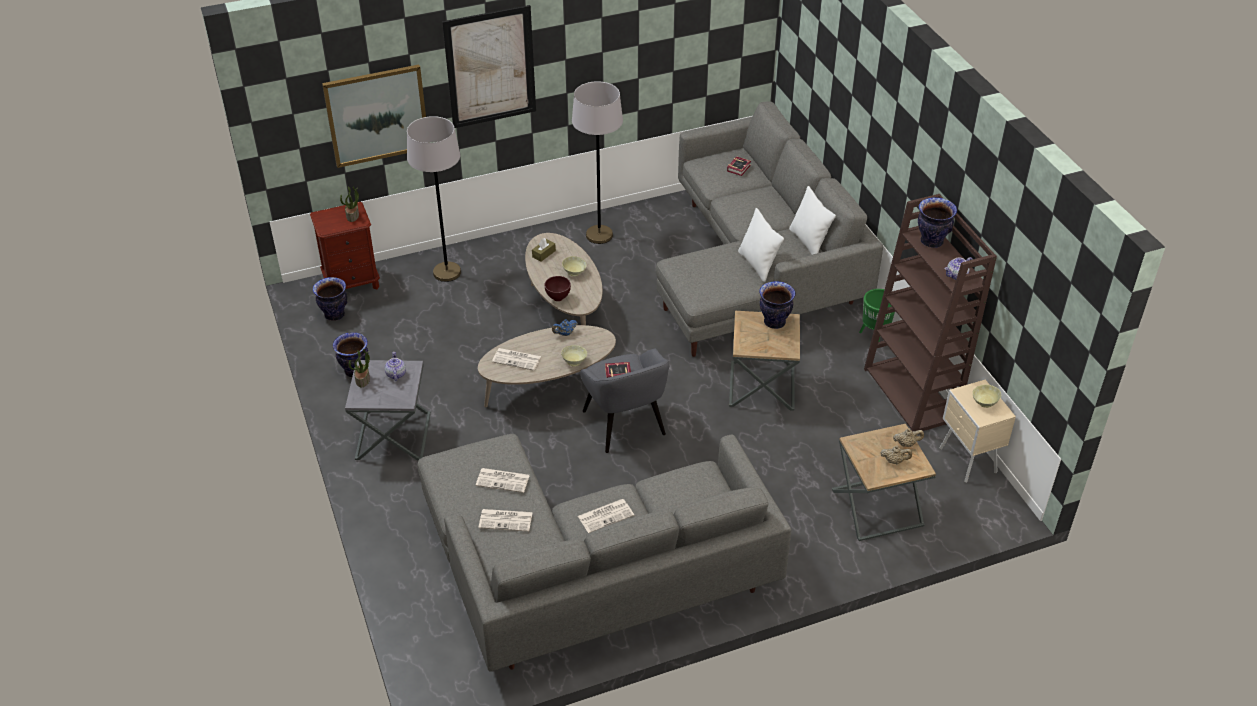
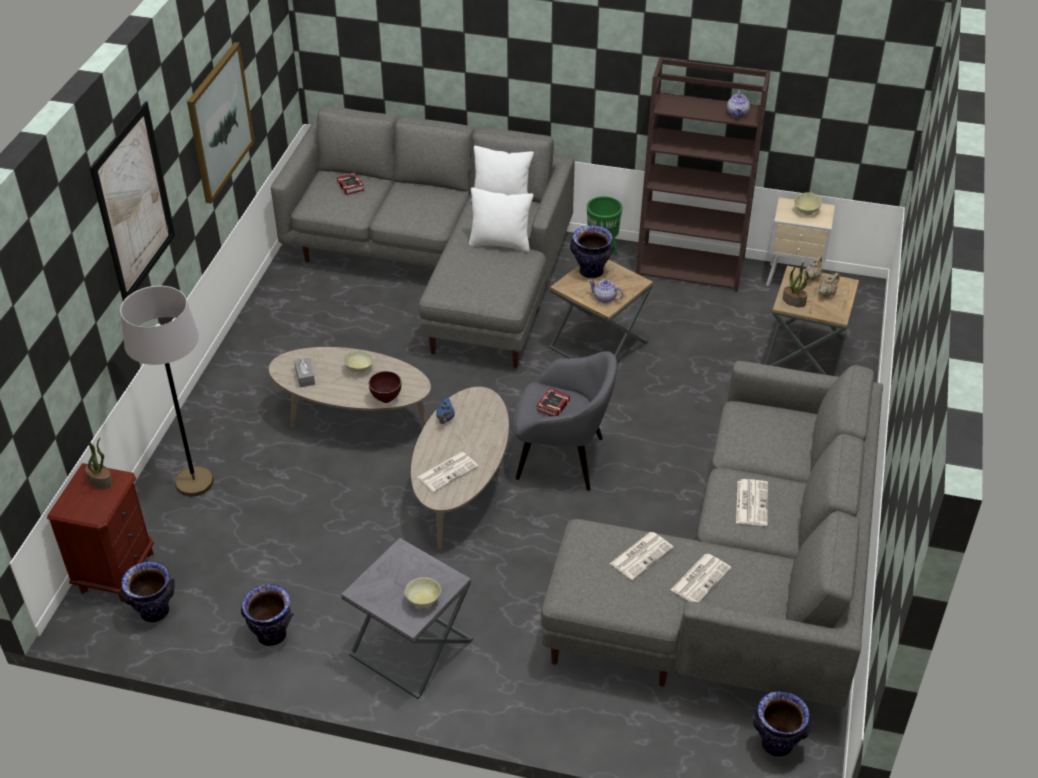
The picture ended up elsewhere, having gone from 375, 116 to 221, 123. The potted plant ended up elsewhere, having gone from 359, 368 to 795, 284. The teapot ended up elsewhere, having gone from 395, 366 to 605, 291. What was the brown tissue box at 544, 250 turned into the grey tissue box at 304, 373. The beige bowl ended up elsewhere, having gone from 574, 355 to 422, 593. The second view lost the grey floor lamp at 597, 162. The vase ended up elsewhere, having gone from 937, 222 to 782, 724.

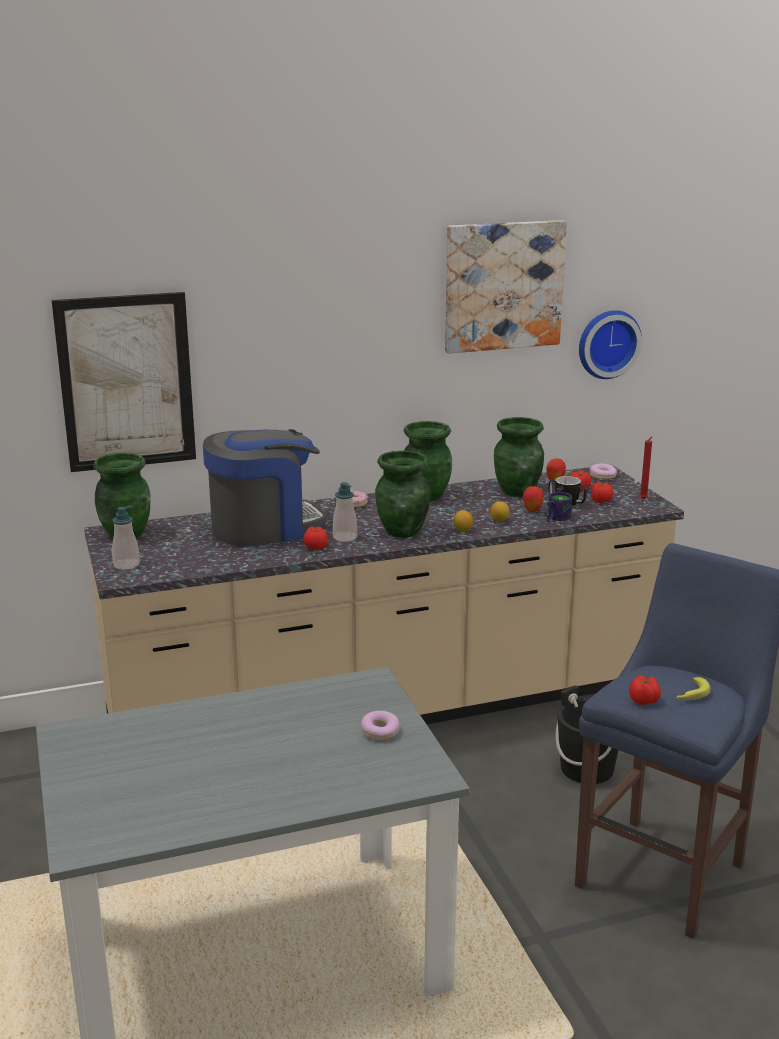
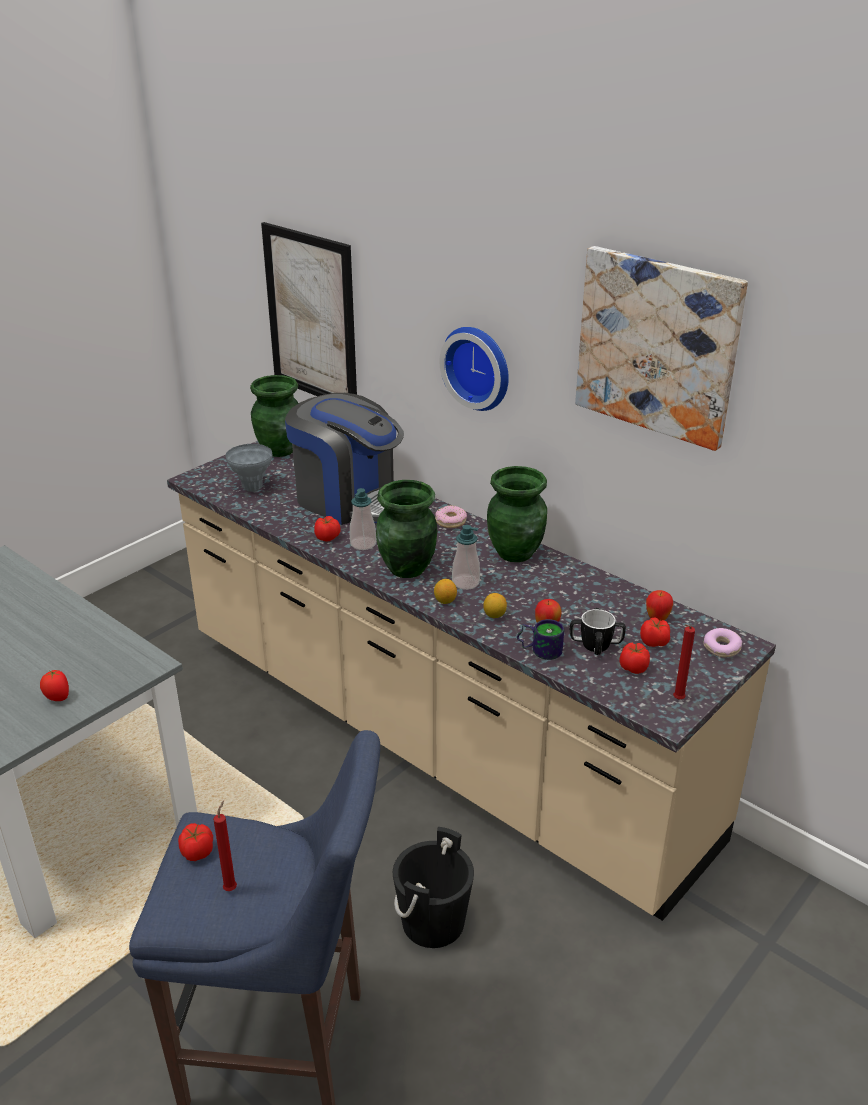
The soap dispenser ended up elsewhere, having gone from 126, 537 to 466, 557. Where the donut stood at 380, 725, the tomato came to stand at 54, 685. The second view lost the green vase at 519, 457. The wall clock ended up elsewhere, having gone from 610, 344 to 474, 369. Where the banana stood at 693, 688, the red candle came to stand at 225, 846. The second view gained the grey vase at 249, 468.

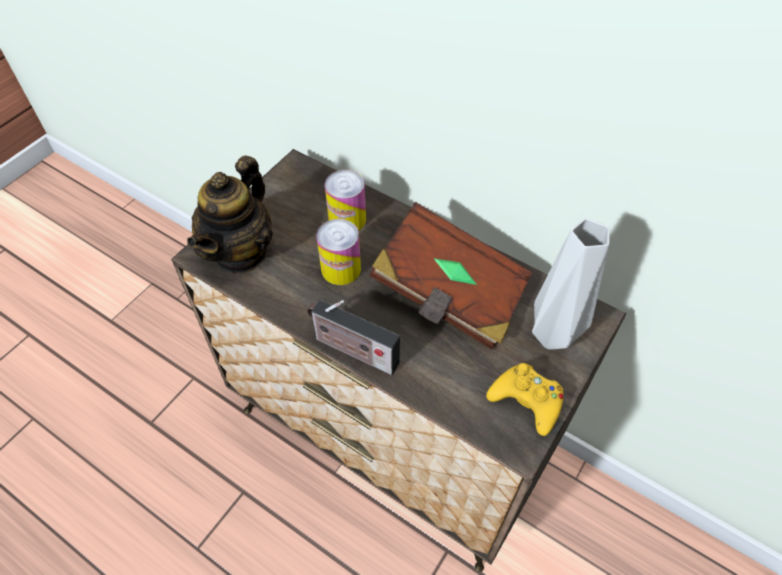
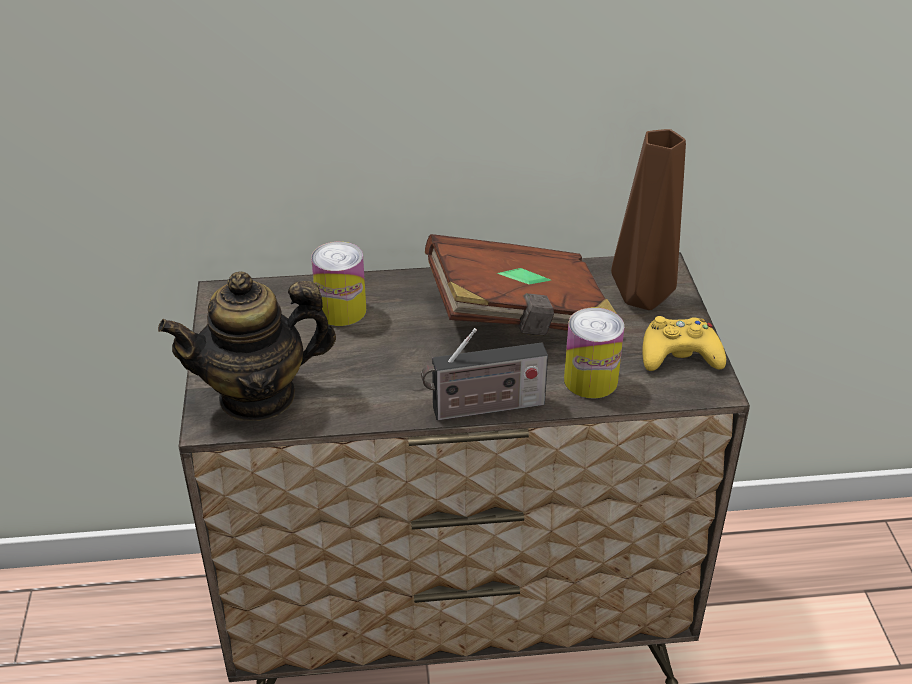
The teapot at 230, 215 ended up facing another way, 90 degrees clockwise from before. The can ended up elsewhere, having gone from 339, 252 to 594, 353. What was the grey vase at 570, 284 turned into the brown vase at 648, 219.

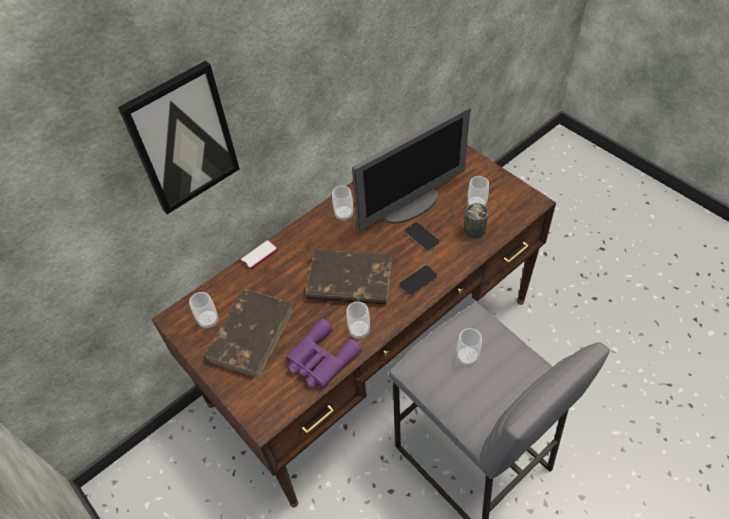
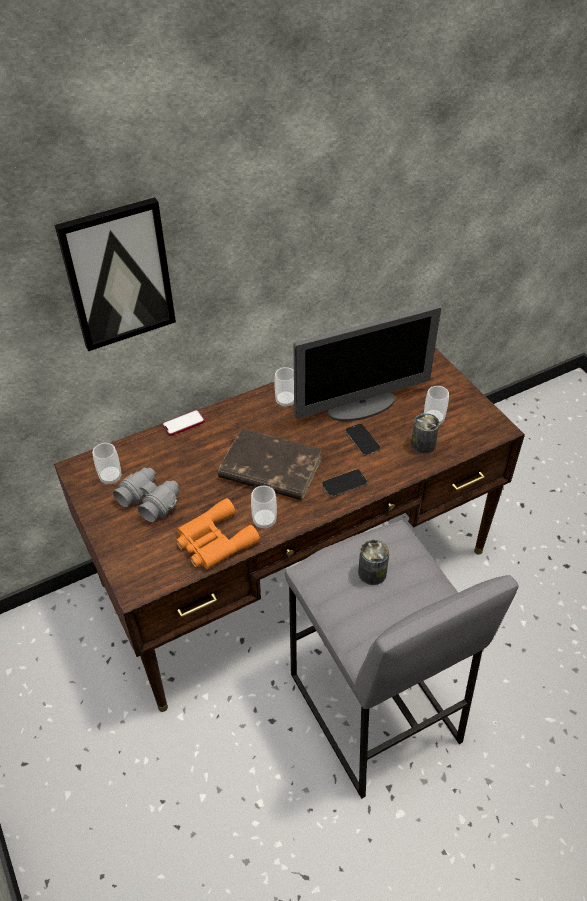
Where the brown book stood at 248, 334, the grey binoculars came to stand at 146, 495. What was the purple binoculars at 324, 354 turned into the orange binoculars at 218, 533. Where the cup stood at 469, 347, the can came to stand at 374, 562.

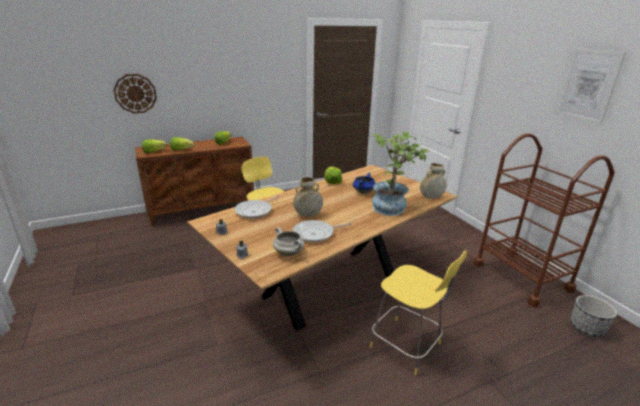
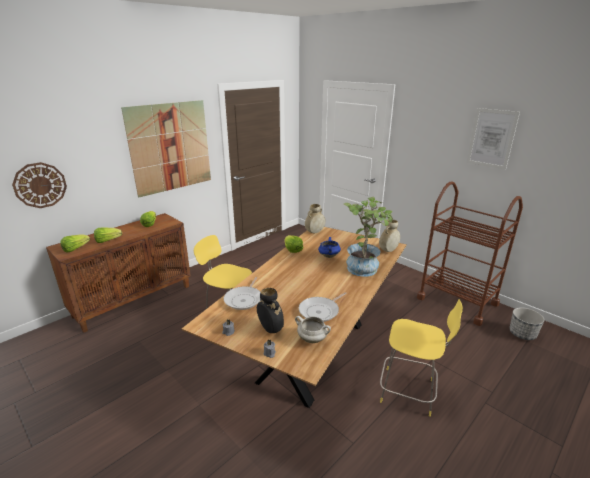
The beige vase ended up elsewhere, having gone from 308, 197 to 315, 218. The second view gained the picture at 166, 149. The second view gained the black vase at 270, 310.

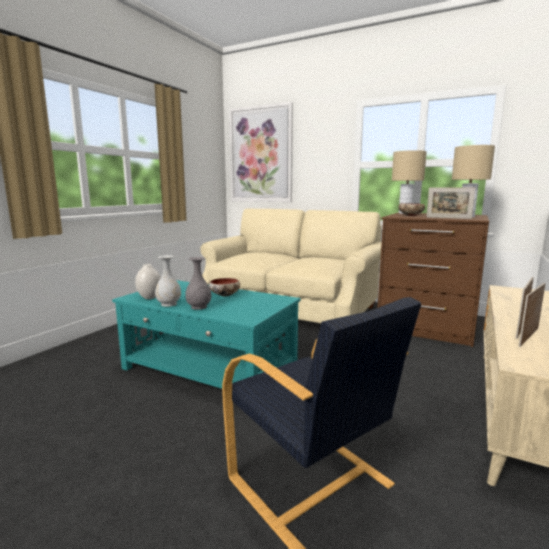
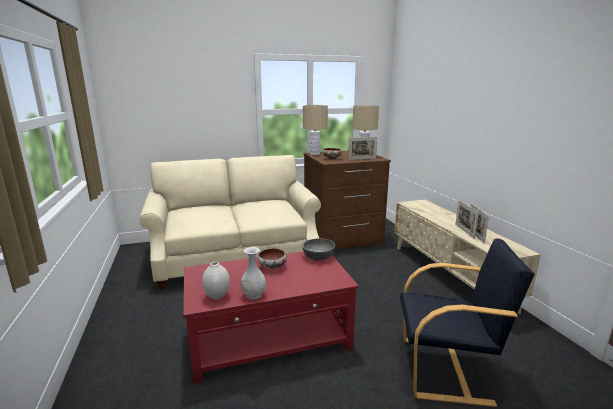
What was the turquoise coffee table at 206, 334 turned into the red coffee table at 271, 317. The second view lost the grey vase at 198, 283. The second view lost the picture at 261, 152. The second view gained the grey bowl at 318, 249.

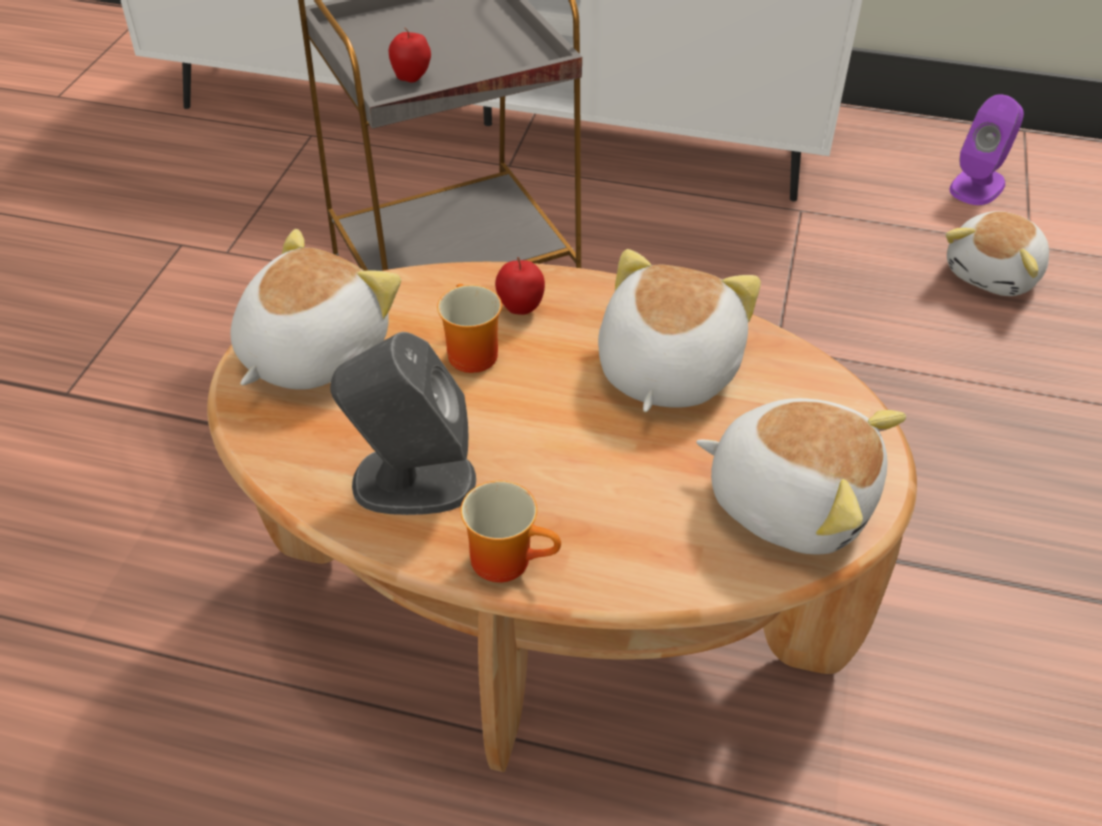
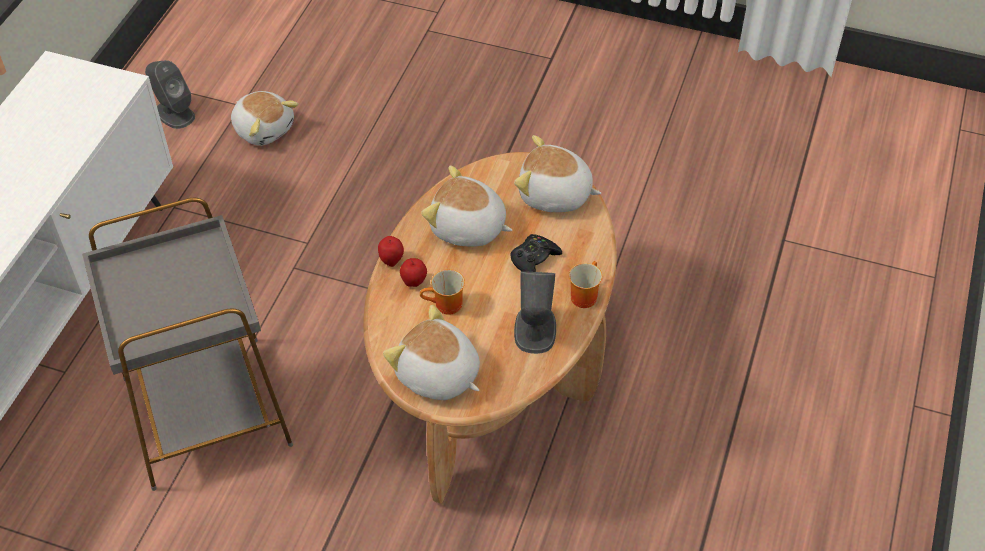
The apple ended up elsewhere, having gone from 410, 55 to 391, 251. The plush toy at 801, 476 ended up facing another way, 105 degrees counterclockwise from before. What was the purple speaker at 987, 149 turned into the grey speaker at 170, 94. The second view gained the black game controller at 536, 253.

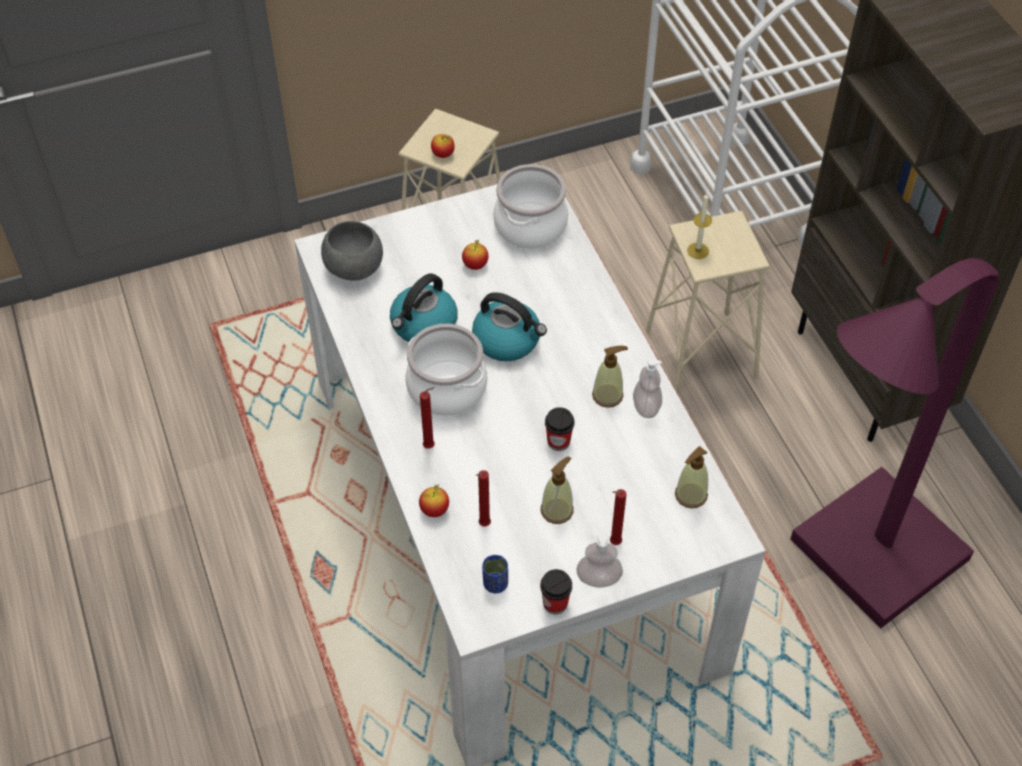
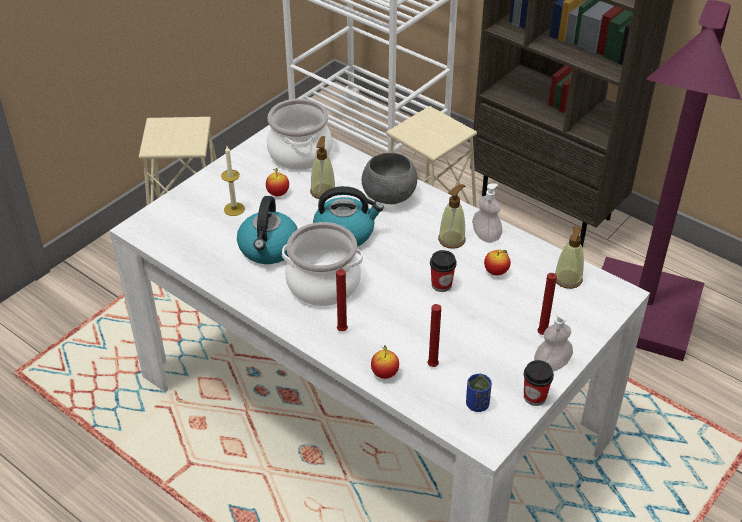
The grey bowl ended up elsewhere, having gone from 352, 251 to 389, 178. The apple ended up elsewhere, having gone from 443, 146 to 497, 263. The soap dispenser ended up elsewhere, having gone from 557, 490 to 322, 167. The candle ended up elsewhere, having gone from 699, 226 to 233, 181.

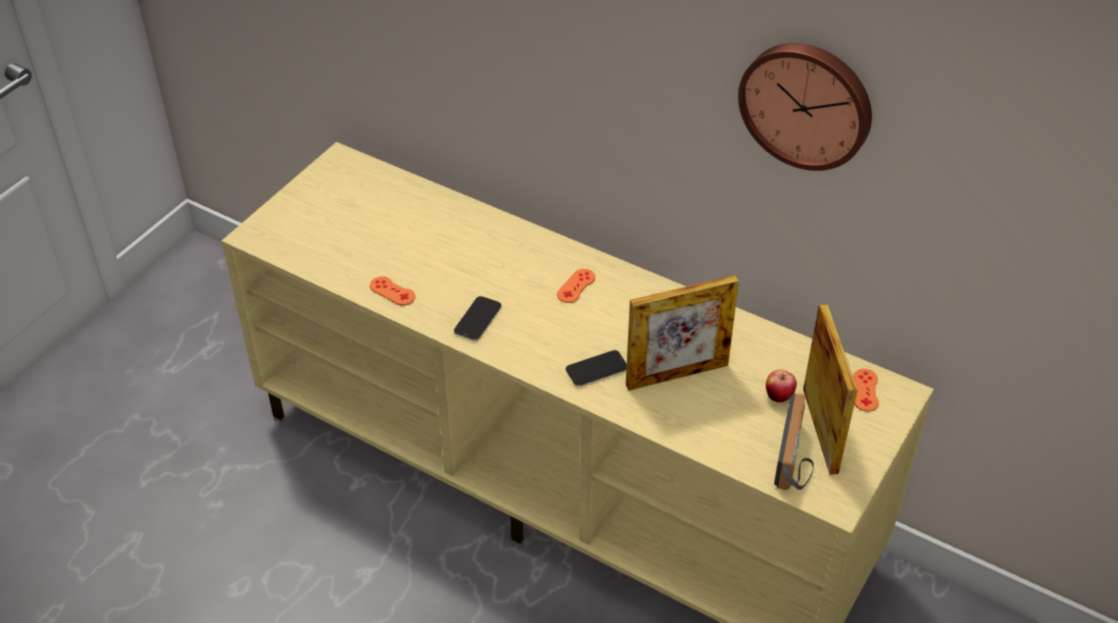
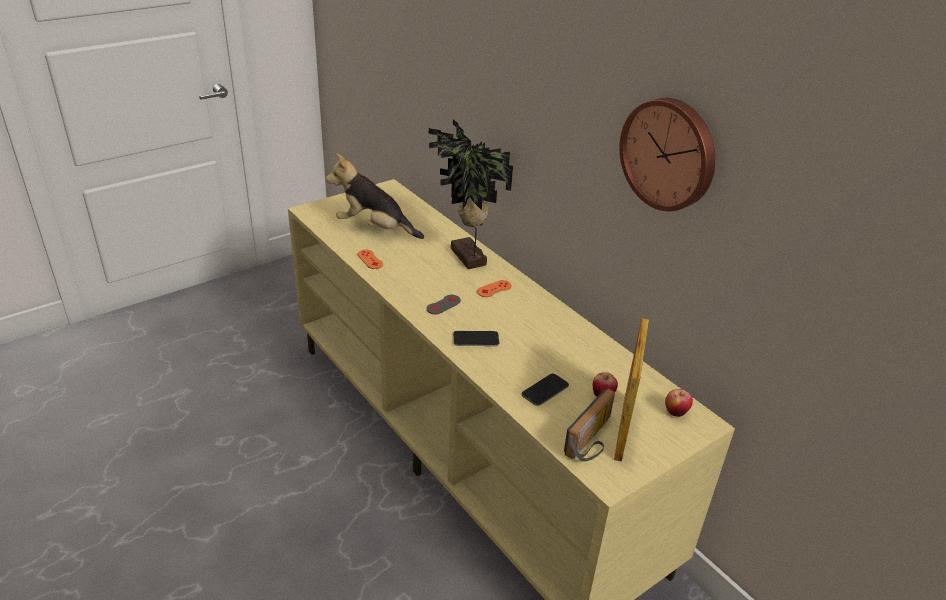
The phone ended up elsewhere, having gone from 477, 318 to 545, 389. The second view lost the picture frame at 682, 333. Where the orange game controller stood at 866, 390, the apple came to stand at 679, 403. The second view gained the plush toy at 375, 196. The second view gained the grey game controller at 443, 304. The second view gained the potted plant at 471, 194.

